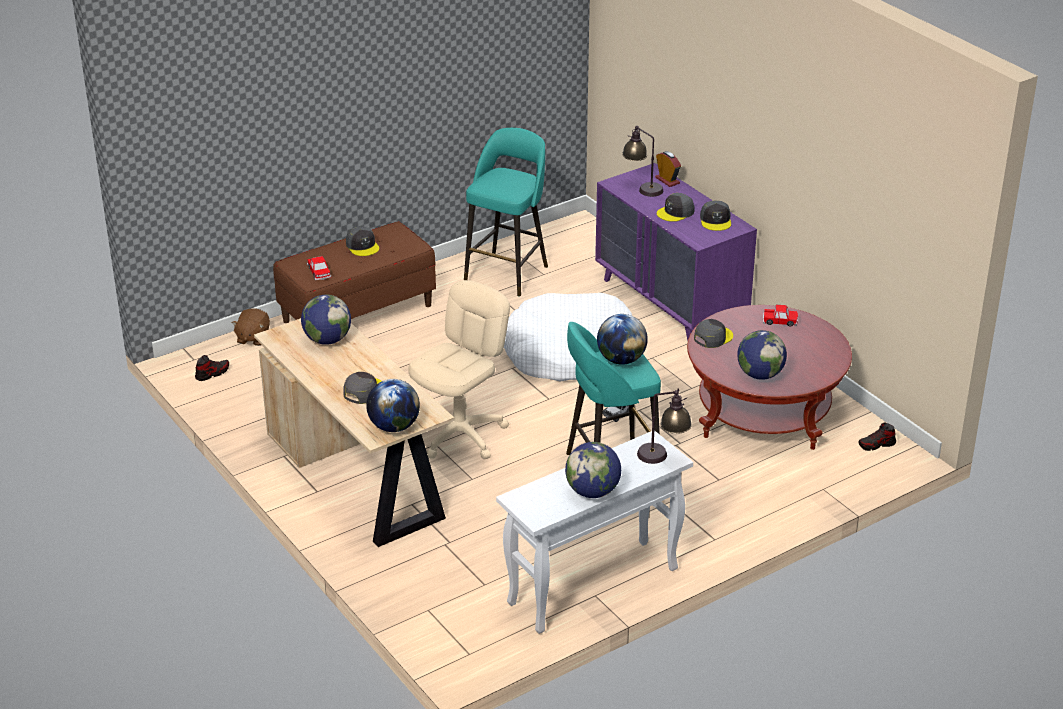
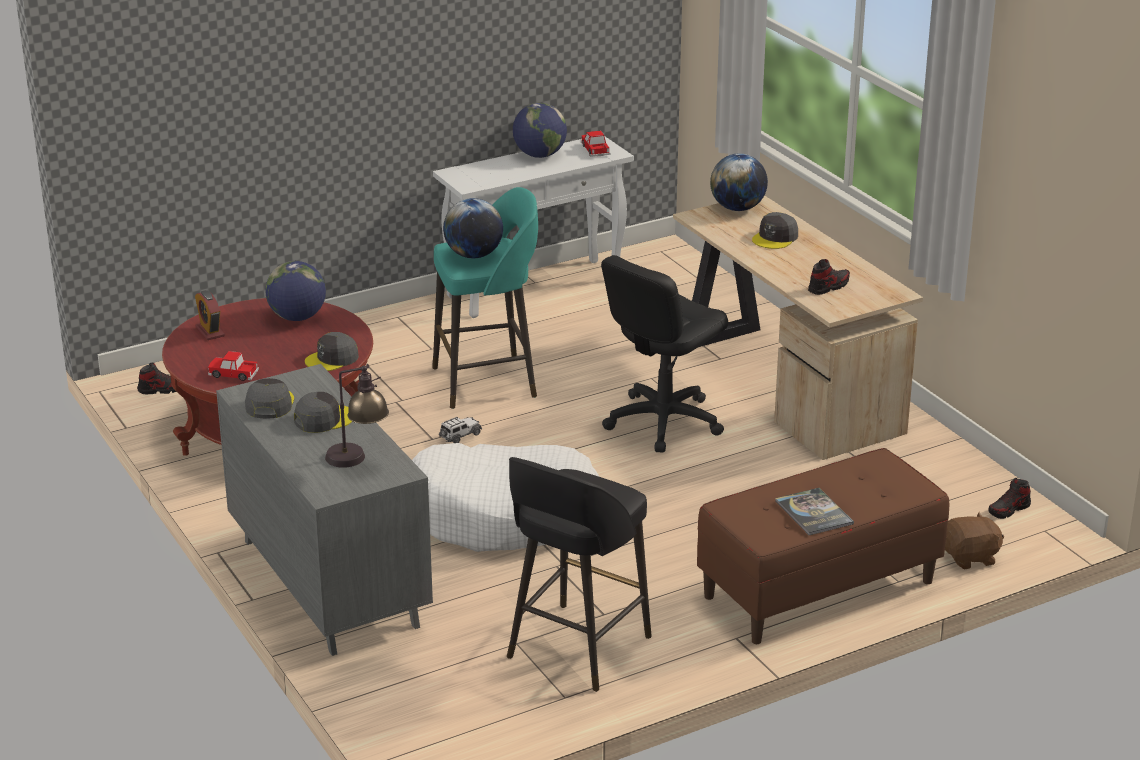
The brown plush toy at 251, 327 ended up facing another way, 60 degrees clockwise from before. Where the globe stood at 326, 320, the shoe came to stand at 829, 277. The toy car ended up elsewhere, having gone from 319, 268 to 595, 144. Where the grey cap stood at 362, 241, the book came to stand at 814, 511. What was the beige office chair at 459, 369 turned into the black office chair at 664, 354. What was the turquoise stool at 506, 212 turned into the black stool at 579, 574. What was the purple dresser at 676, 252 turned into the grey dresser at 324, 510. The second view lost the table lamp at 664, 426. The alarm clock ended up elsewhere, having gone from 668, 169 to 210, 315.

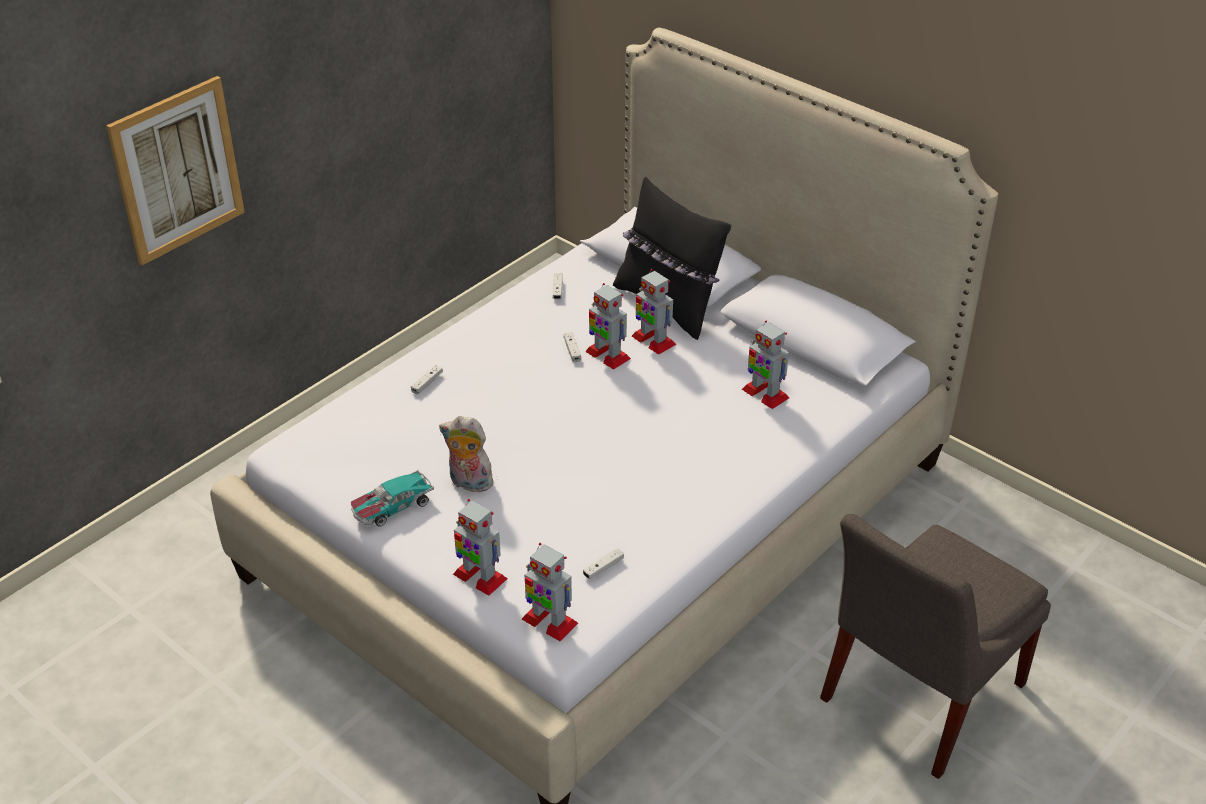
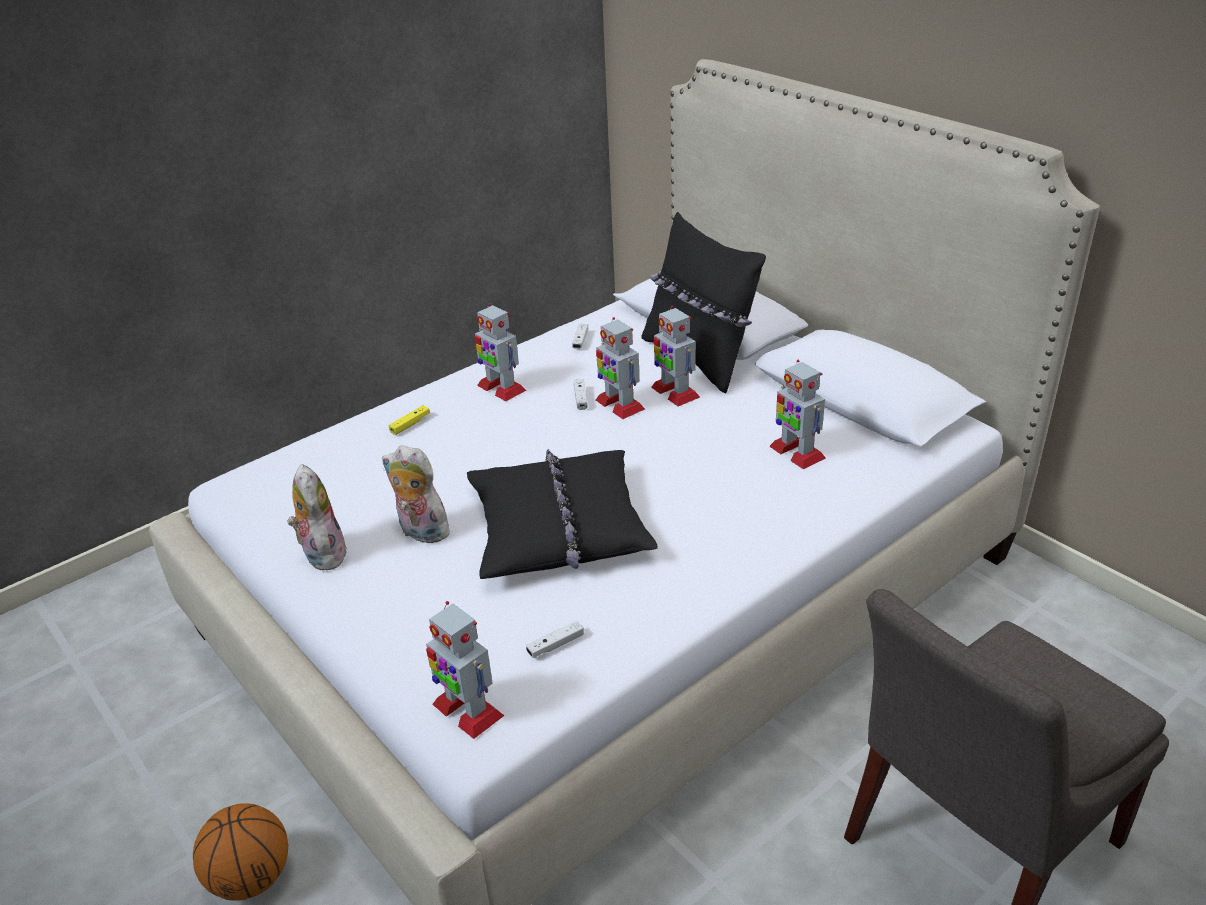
The second view lost the picture at 175, 170. Where the toy car stood at 392, 498, the plush toy came to stand at 317, 517. What was the white game controller at 427, 380 turned into the yellow game controller at 409, 420. The toy robot ended up elsewhere, having gone from 480, 547 to 500, 352. The second view gained the basketball at 240, 852. The second view gained the black pillow at 562, 514.

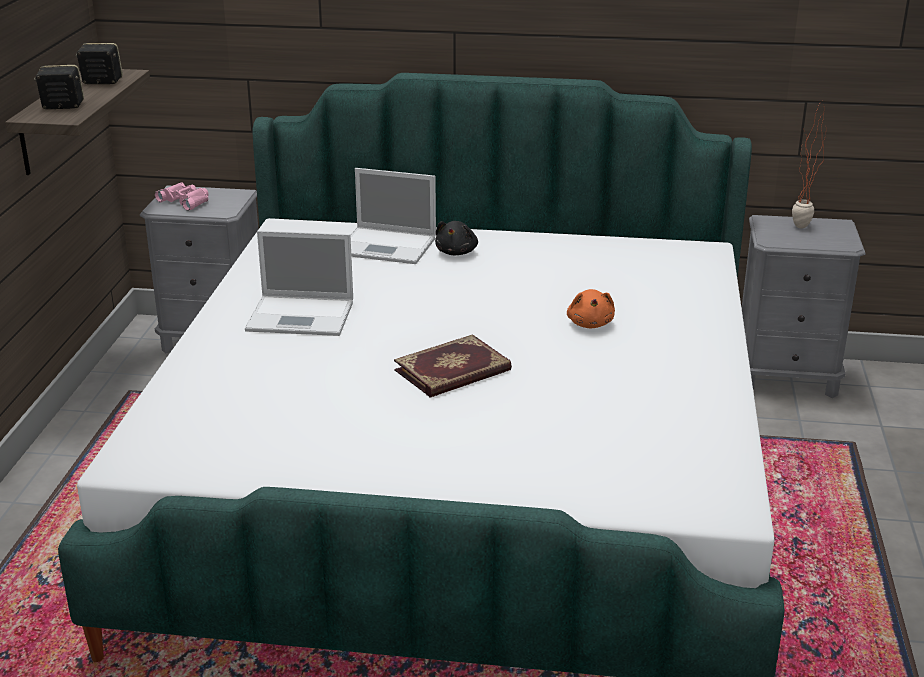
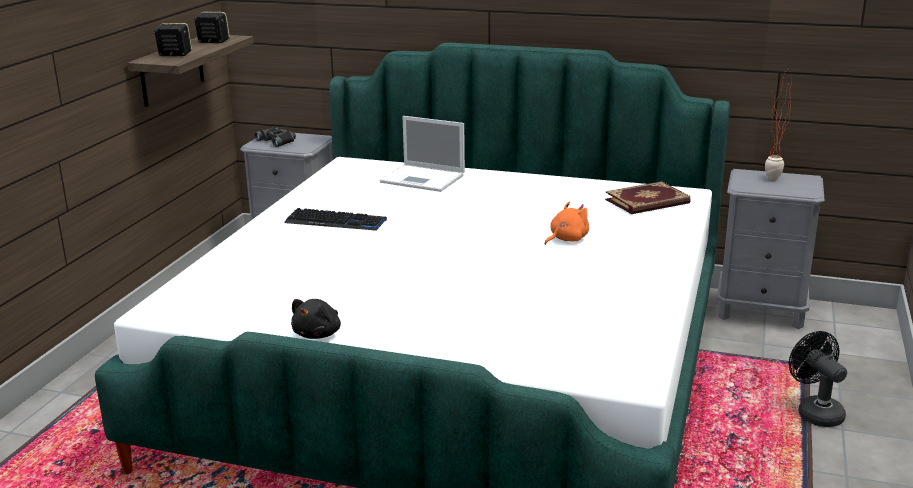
What was the pink binoculars at 182, 196 turned into the black binoculars at 275, 137. Where the laptop stood at 299, 283, the keyboard came to stand at 335, 219. The book ended up elsewhere, having gone from 453, 365 to 648, 197. The black plush toy ended up elsewhere, having gone from 456, 238 to 316, 319. The orange plush toy at 591, 308 ended up facing another way, 135 degrees counterclockwise from before. The second view gained the black fan at 818, 379.

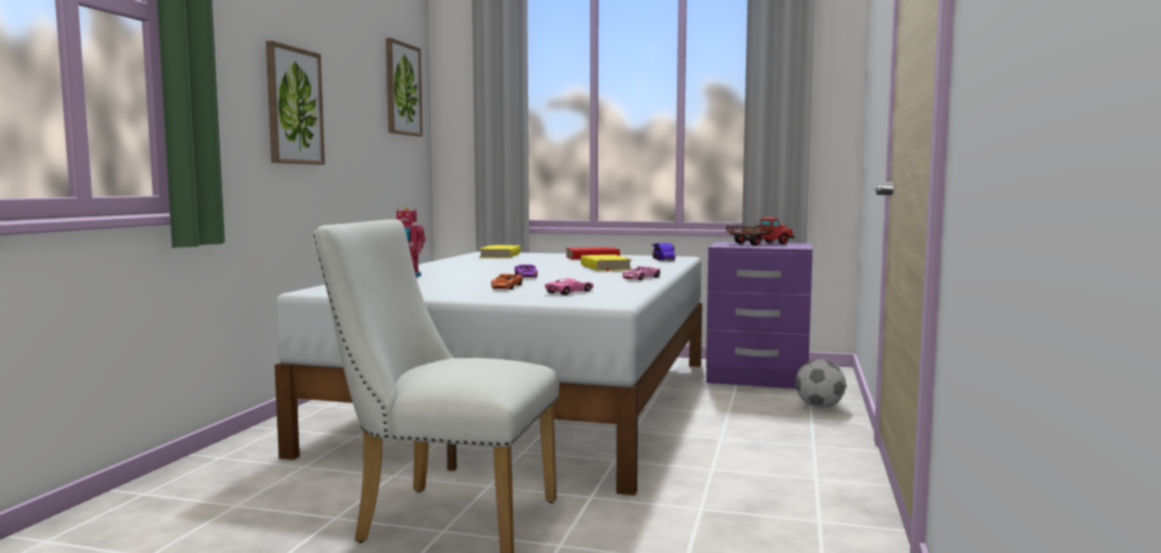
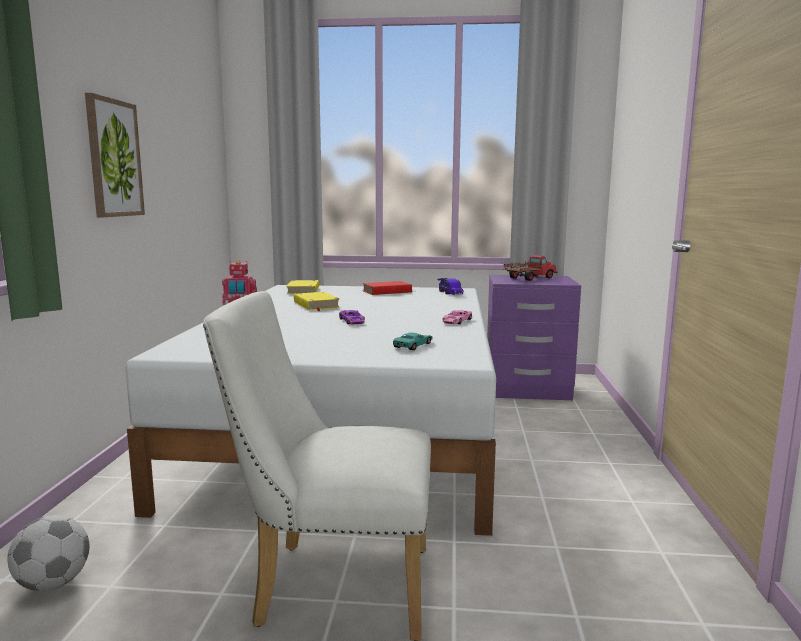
The second view lost the picture at 404, 87. The second view lost the orange toy car at 506, 281. What was the pink toy car at 569, 286 turned into the turquoise toy car at 412, 341. The yellow book ended up elsewhere, having gone from 606, 263 to 317, 301. The football ended up elsewhere, having gone from 820, 383 to 48, 553.

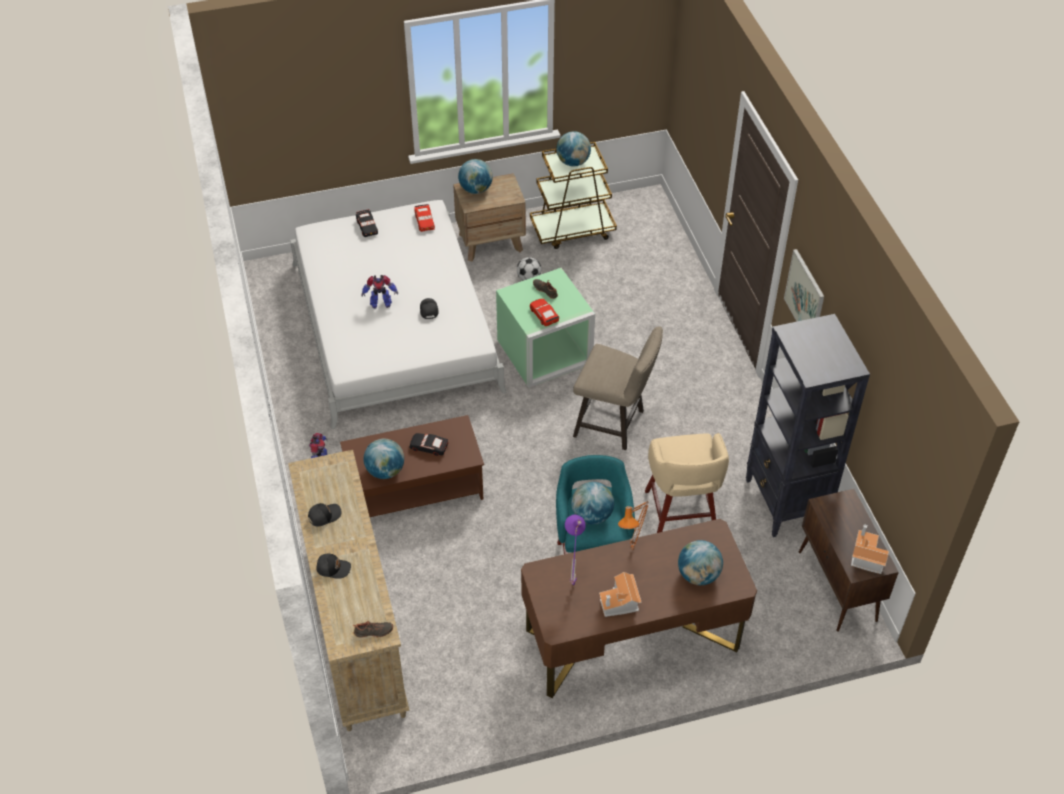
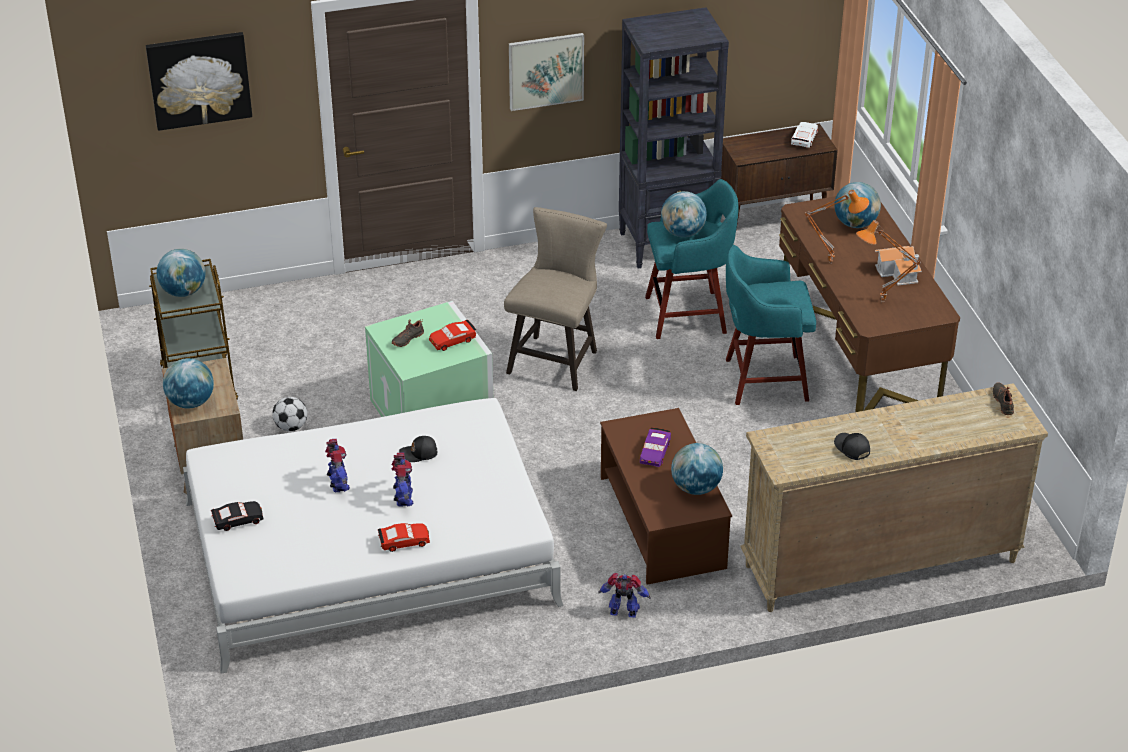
The second view lost the black cap at 333, 566. What was the black toy car at 429, 444 turned into the purple toy car at 655, 447. The red toy car ended up elsewhere, having gone from 424, 218 to 404, 537. What was the purple table lamp at 575, 551 turned into the orange table lamp at 888, 261. The globe ended up elsewhere, having gone from 592, 503 to 684, 214. What was the beige stool at 687, 483 turned into the turquoise stool at 692, 259. Where the toy house stood at 870, 549, the white toy car came to stand at 804, 135. The second view gained the picture at 199, 81. The second view gained the toy robot at 337, 465.

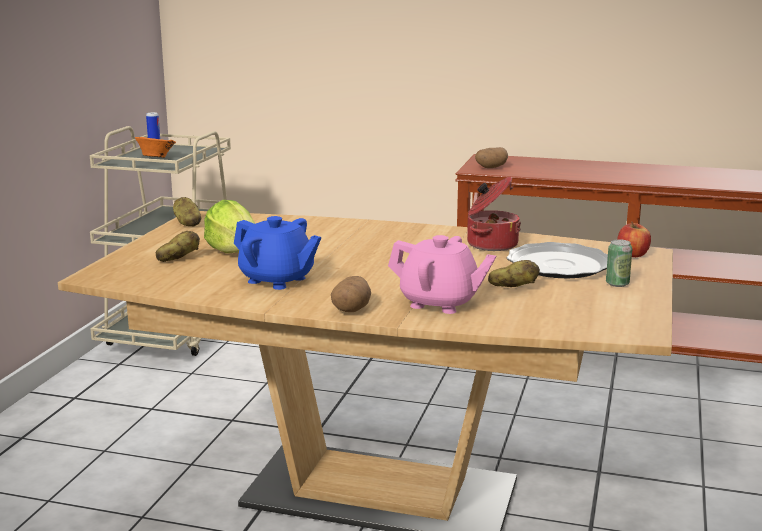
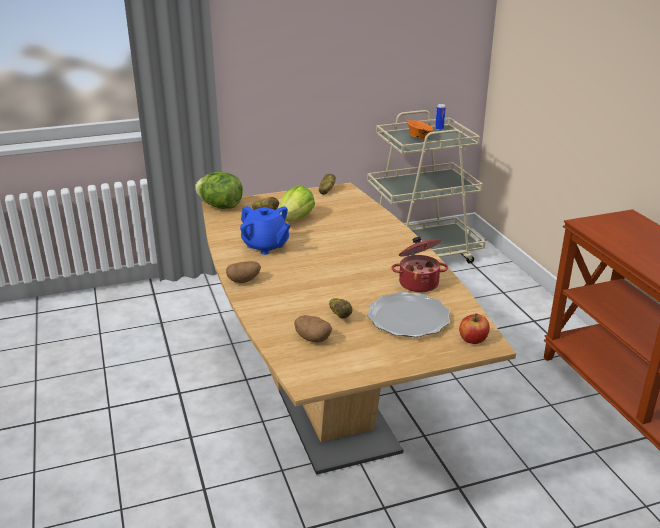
The blue teapot at 277, 253 ended up facing another way, 45 degrees counterclockwise from before. The second view lost the pink teapot at 442, 274. The potato ended up elsewhere, having gone from 491, 157 to 313, 329. The second view lost the can at 619, 263. The second view gained the lettuce at 219, 190.

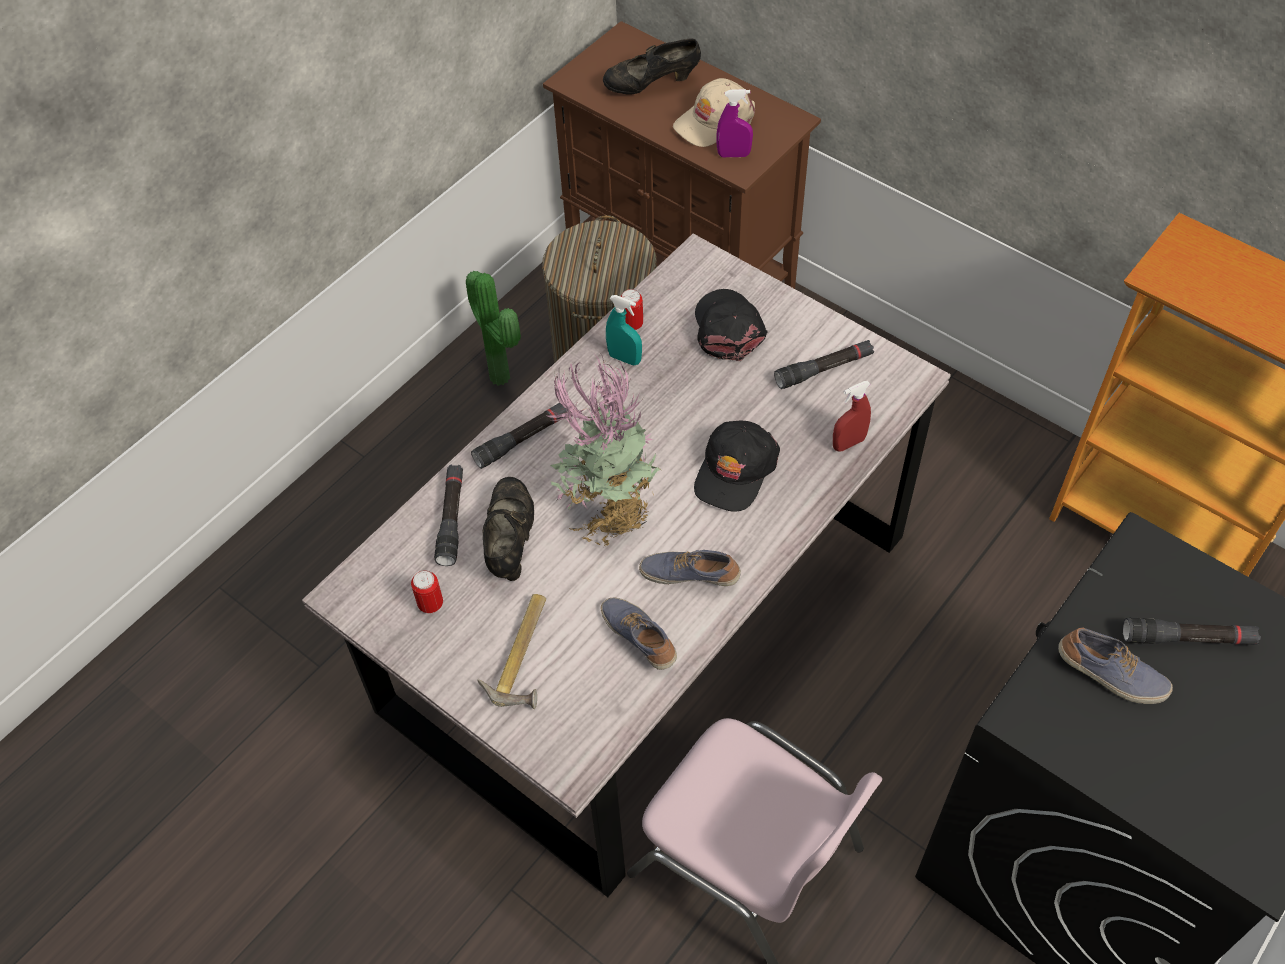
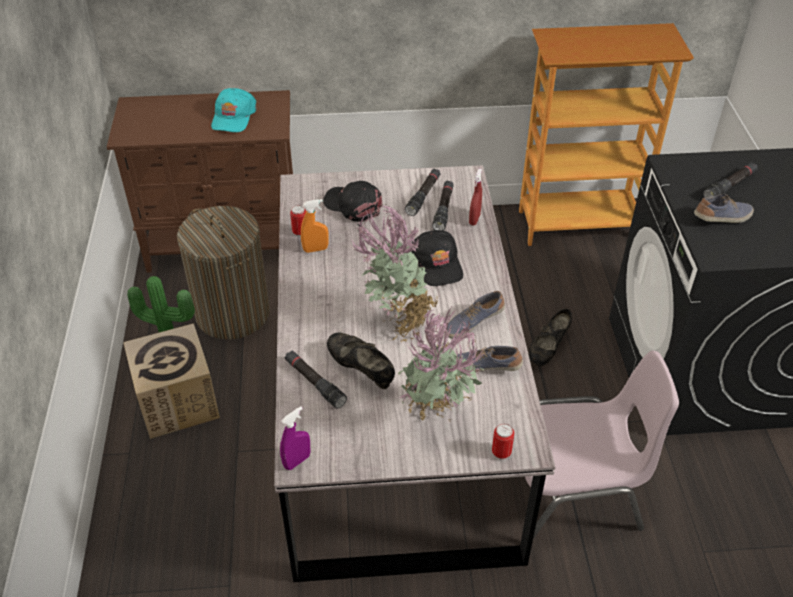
The can ended up elsewhere, having gone from 427, 592 to 503, 441. The black flashlight ended up elsewhere, having gone from 519, 435 to 443, 205. Where the hammer stood at 511, 651, the potted plant came to stand at 441, 365. The black shoe ended up elsewhere, having gone from 652, 66 to 550, 337. What was the turquoise spray bottle at 624, 330 turned into the orange spray bottle at 315, 226. What was the beige cap at 714, 112 turned into the turquoise cap at 233, 110. The purple spray bottle ended up elsewhere, having gone from 734, 123 to 295, 438. The second view gained the cardboard box at 171, 381.

